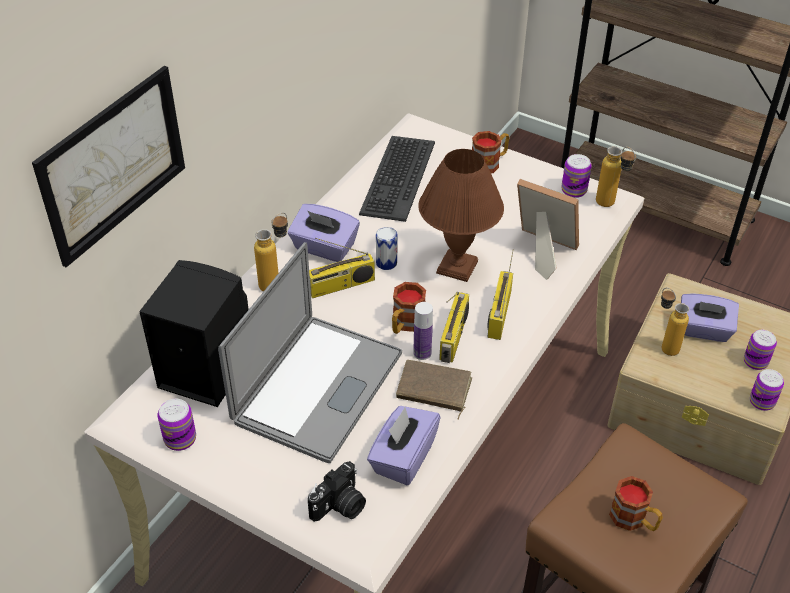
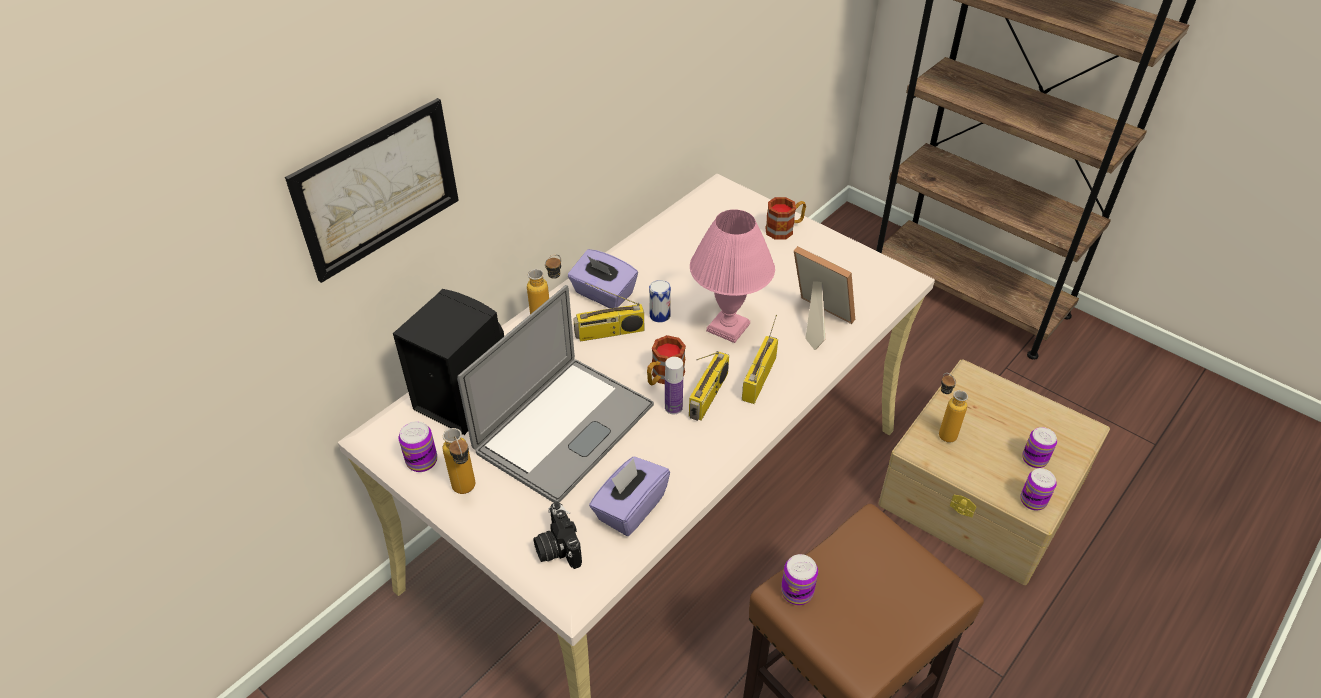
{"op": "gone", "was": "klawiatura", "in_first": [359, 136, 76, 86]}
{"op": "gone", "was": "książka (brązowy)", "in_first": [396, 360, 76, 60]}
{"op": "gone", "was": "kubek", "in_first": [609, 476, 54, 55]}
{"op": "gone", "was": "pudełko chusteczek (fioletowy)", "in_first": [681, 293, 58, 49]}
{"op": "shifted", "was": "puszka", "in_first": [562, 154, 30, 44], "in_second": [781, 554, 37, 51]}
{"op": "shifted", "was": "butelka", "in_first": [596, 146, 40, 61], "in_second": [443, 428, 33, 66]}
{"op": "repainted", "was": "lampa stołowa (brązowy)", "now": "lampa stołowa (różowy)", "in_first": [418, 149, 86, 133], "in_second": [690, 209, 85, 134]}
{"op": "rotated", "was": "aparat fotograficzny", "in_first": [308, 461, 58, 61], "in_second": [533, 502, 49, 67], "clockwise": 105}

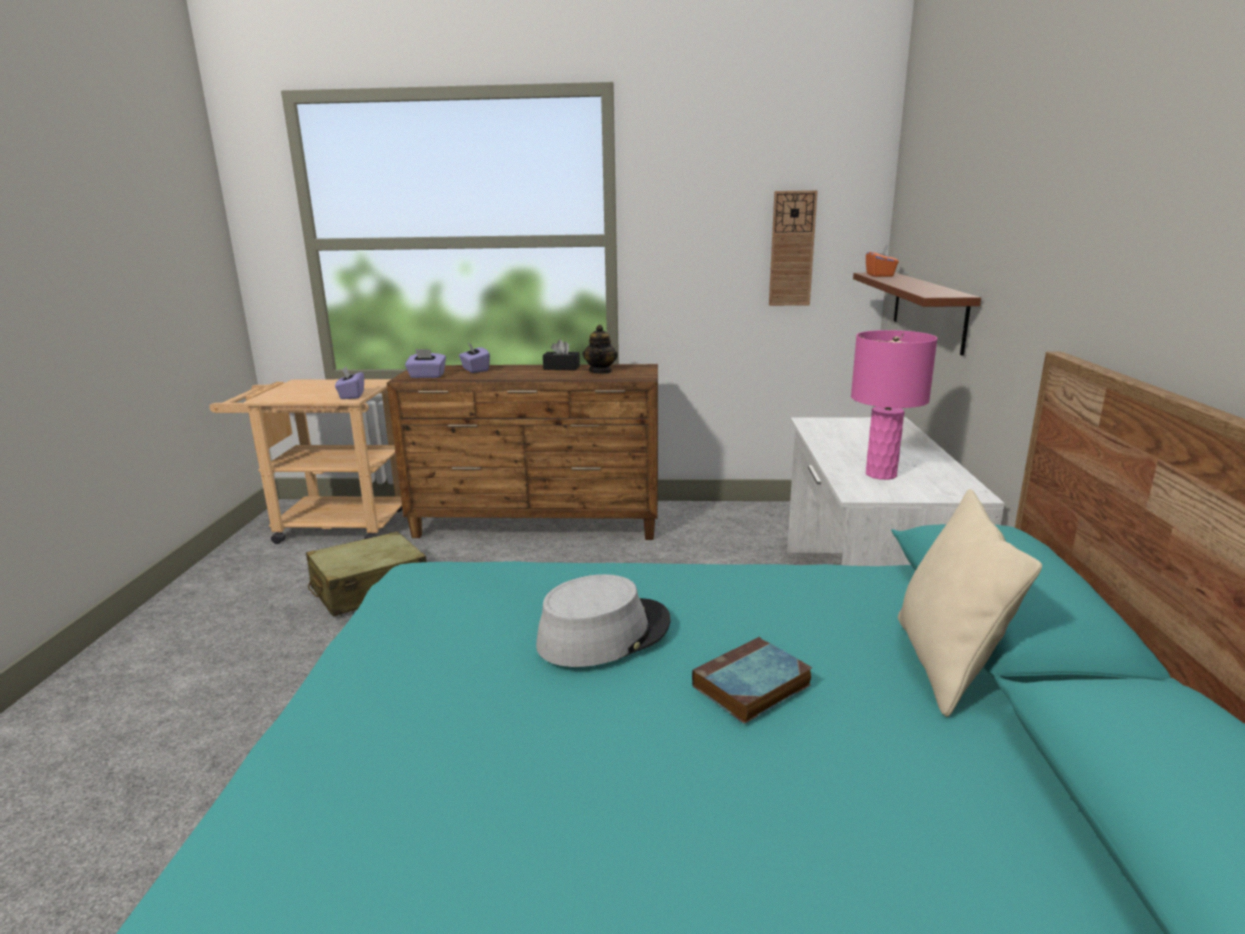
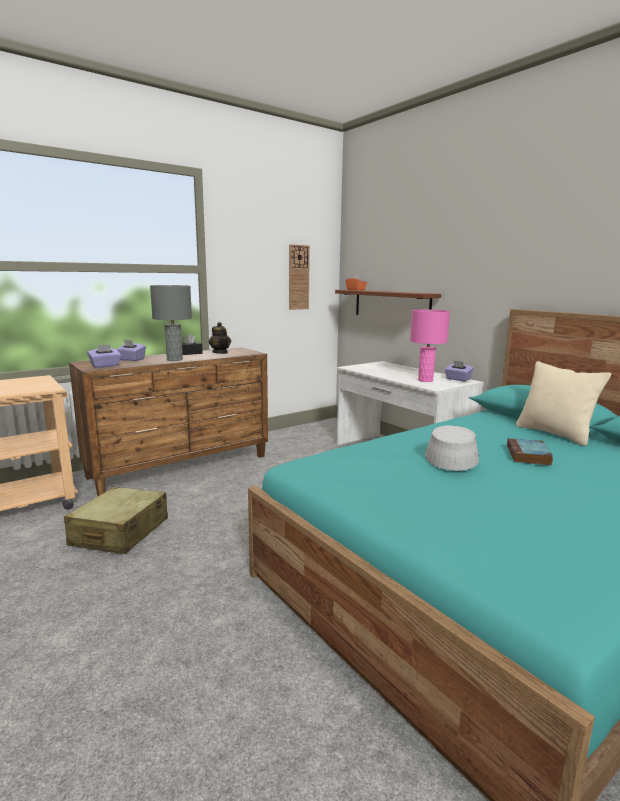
{"op": "new", "now": "lampa stołowa (szary)", "in_second": [150, 285, 42, 76]}
{"op": "shifted", "was": "pudełko chusteczek (fioletowy)", "in_first": [335, 367, 29, 32], "in_second": [445, 361, 29, 20]}

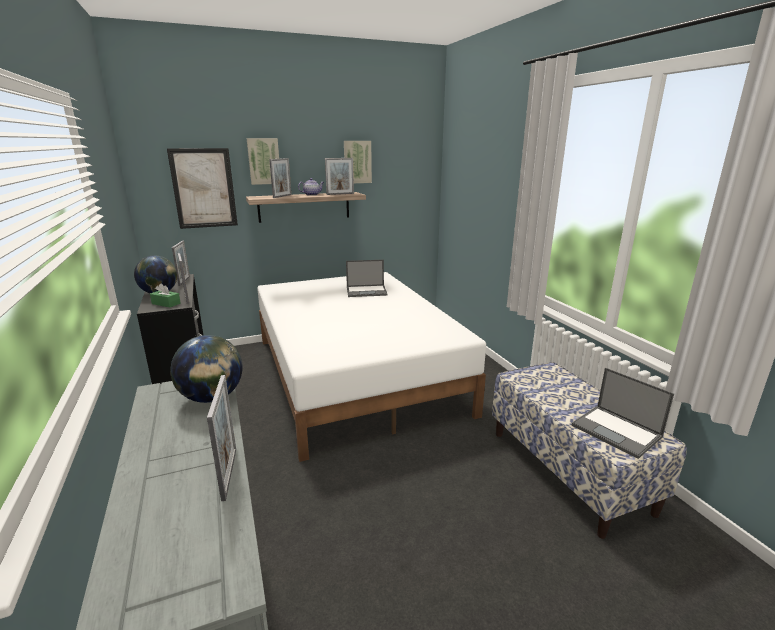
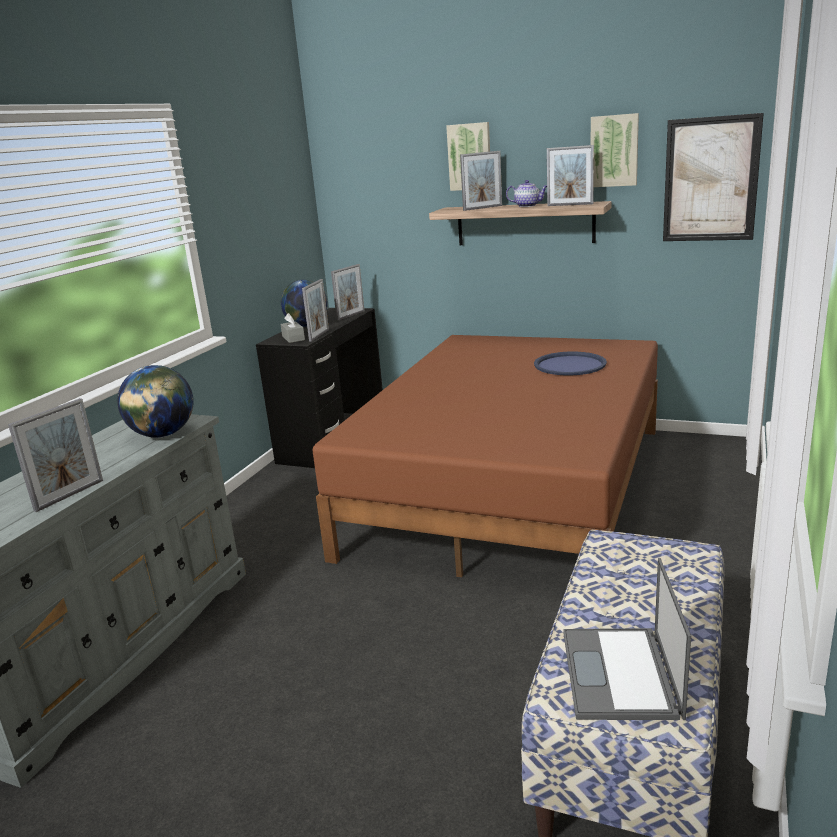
{"op": "shifted", "was": "obraz", "in_first": [167, 148, 71, 81], "in_second": [663, 113, 101, 128]}
{"op": "swapped", "was": "laptop", "now": "taca (niebieski)", "in_first": [346, 260, 41, 37], "in_second": [534, 352, 73, 23]}
{"op": "repainted", "was": "pudełko chusteczek (zielony)", "now": "pudełko chusteczek (szary)", "in_first": [150, 283, 31, 24], "in_second": [280, 313, 25, 30]}
{"op": "repainted", "was": "łóżko (biały)", "now": "łóżko (brązowy)", "in_first": [257, 272, 229, 190], "in_second": [313, 335, 345, 242]}

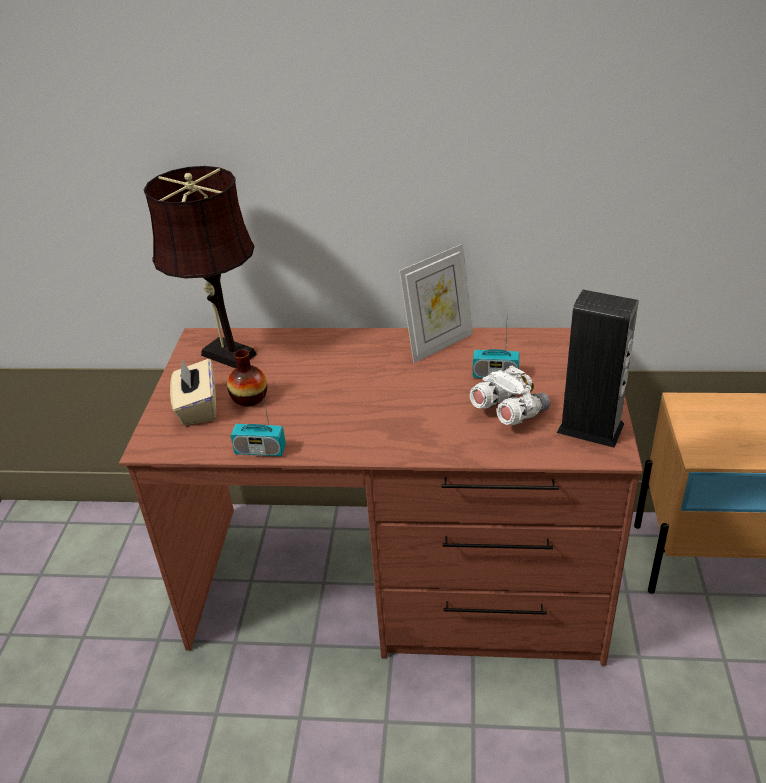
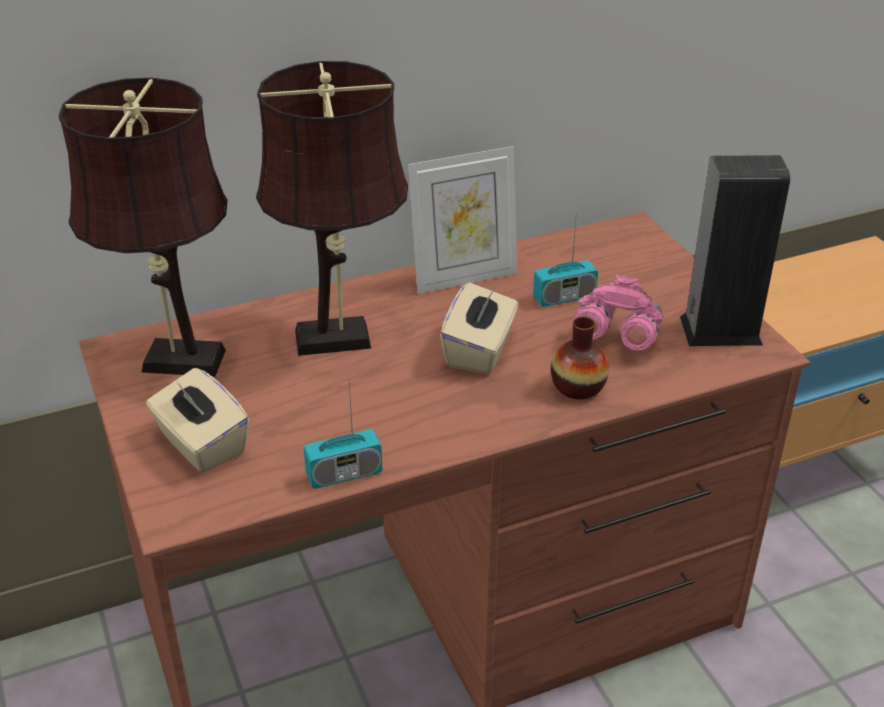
{"op": "new", "now": "lampa stołowa (brązowy)", "in_second": [256, 61, 152, 295]}
{"op": "new", "now": "pudełko chusteczek (beżowy)", "in_second": [440, 282, 78, 92]}
{"op": "shifted", "was": "wazon", "in_first": [227, 349, 40, 57], "in_second": [551, 317, 58, 83]}
{"op": "repainted", "was": "lornetka (biały)", "now": "lornetka (różowy)", "in_first": [470, 366, 80, 59], "in_second": [573, 275, 91, 76]}
{"op": "rotated", "was": "ramka na zdjęcie", "in_first": [399, 244, 74, 119], "in_second": [408, 146, 109, 148], "clockwise": 45}

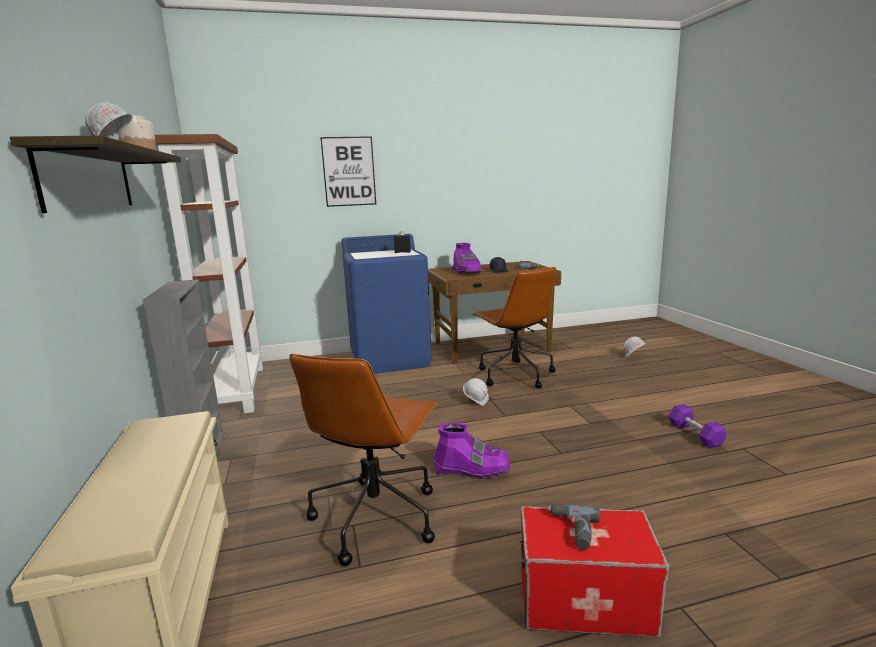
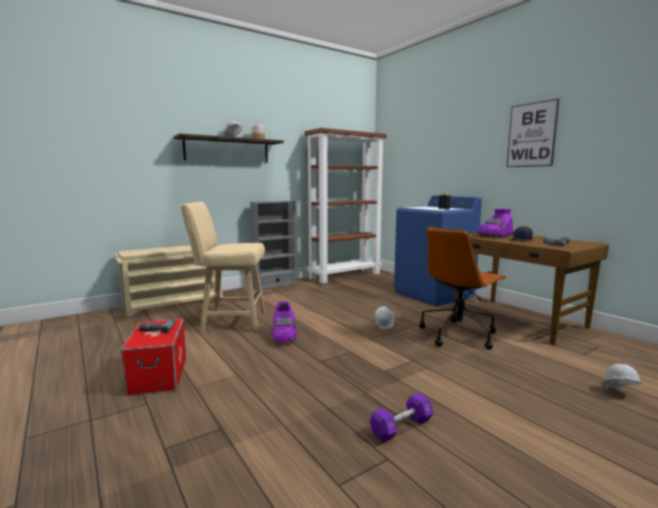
{"op": "shifted", "was": "obraz", "in_first": [320, 136, 56, 71], "in_second": [507, 98, 52, 69]}
{"op": "swapped", "was": "krzesło biurowe (brązowy)", "now": "stołek (beżowy)", "in_first": [290, 354, 148, 212], "in_second": [181, 202, 85, 130]}

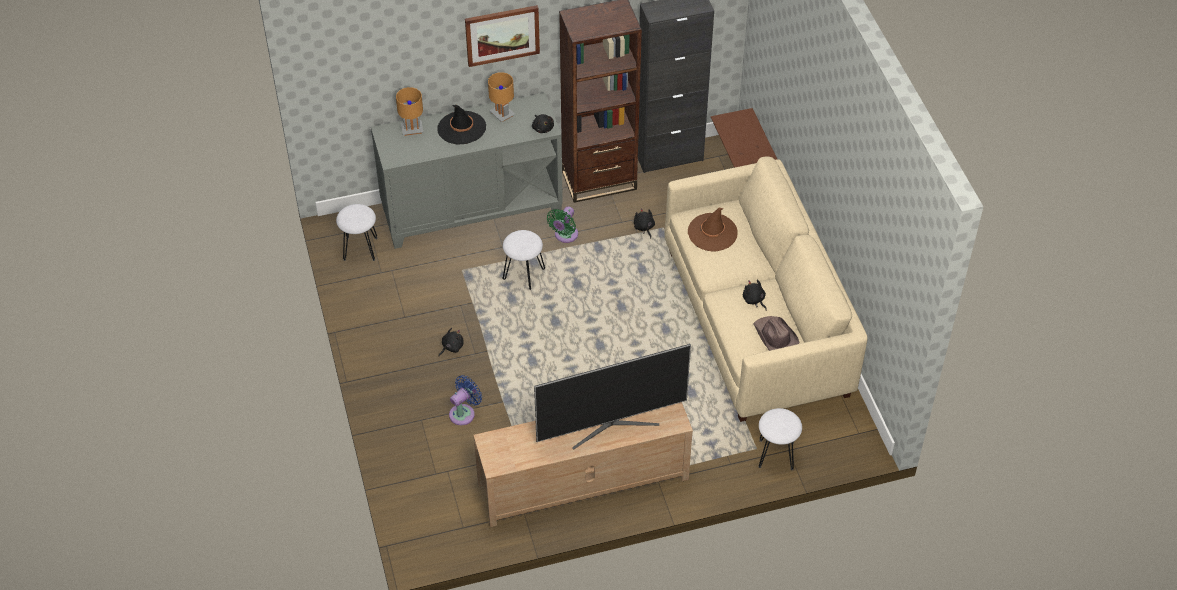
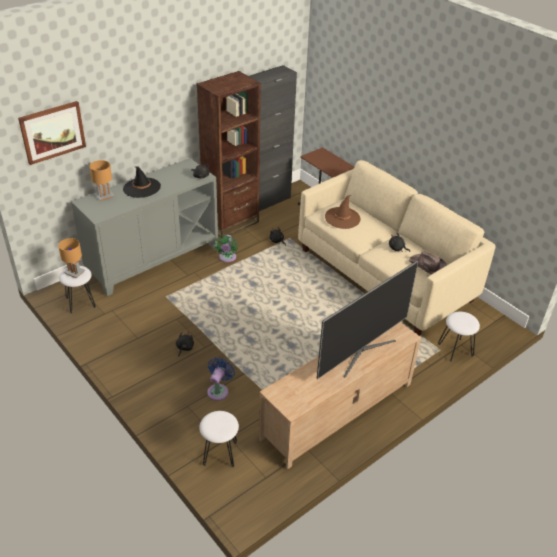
{"op": "shifted", "was": "obraz", "in_first": [465, 5, 75, 62], "in_second": [18, 101, 68, 64]}
{"op": "shifted", "was": "lampa stołowa (brązowy)", "in_first": [488, 72, 27, 50], "in_second": [58, 238, 27, 40]}
{"op": "shifted", "was": "stołek (biały)", "in_first": [503, 230, 42, 60], "in_second": [199, 411, 40, 56]}

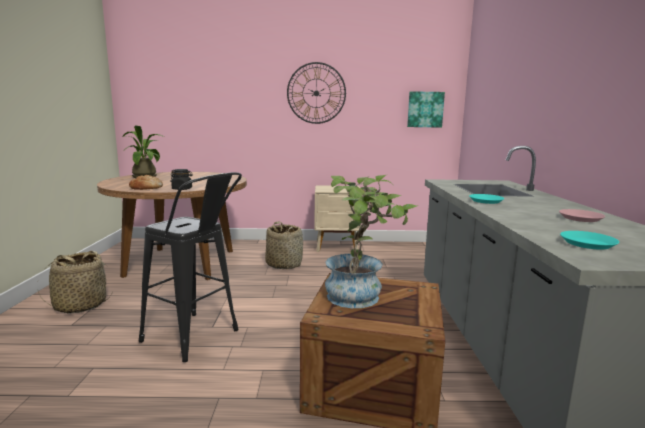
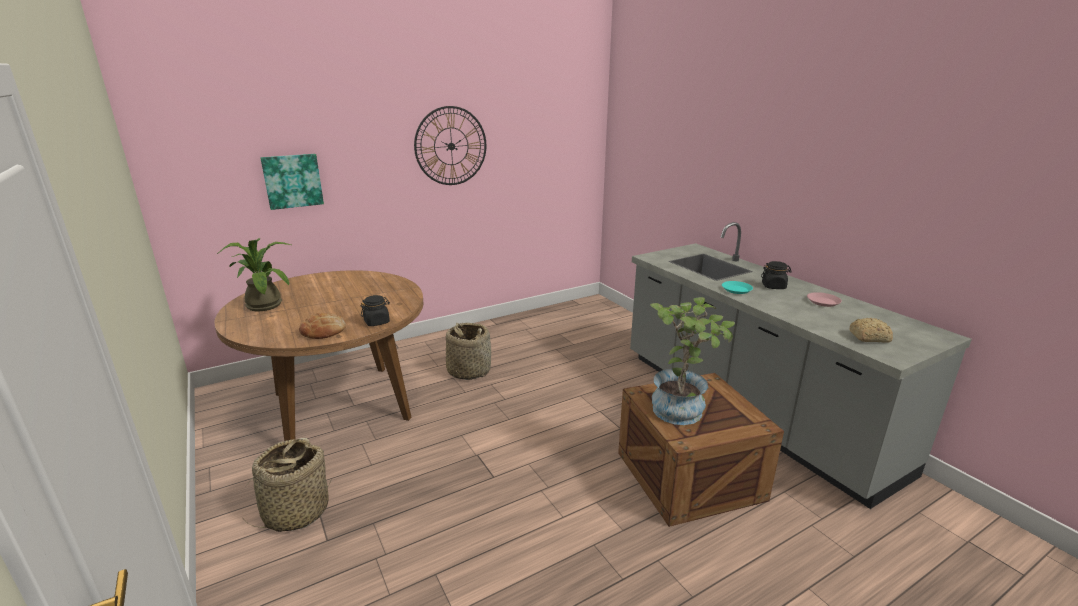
{"op": "gone", "was": "stołek (czarny)", "in_first": [139, 172, 103, 190]}
{"op": "gone", "was": "szafka nocna (beżowy)", "in_first": [314, 185, 48, 67]}
{"op": "new", "now": "słoik (czarny)", "in_second": [761, 261, 31, 28]}
{"op": "shifted", "was": "obraz", "in_first": [407, 91, 38, 37], "in_second": [260, 154, 64, 56]}
{"op": "swapped", "was": "talerz (turkusowy)", "now": "chleb", "in_first": [560, 231, 59, 19], "in_second": [849, 318, 44, 24]}

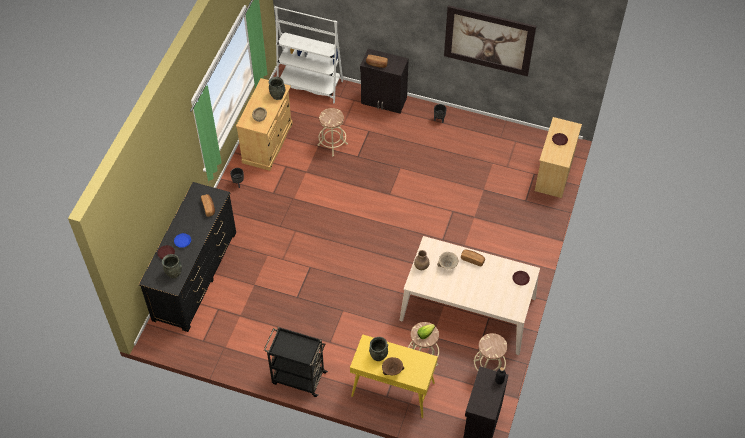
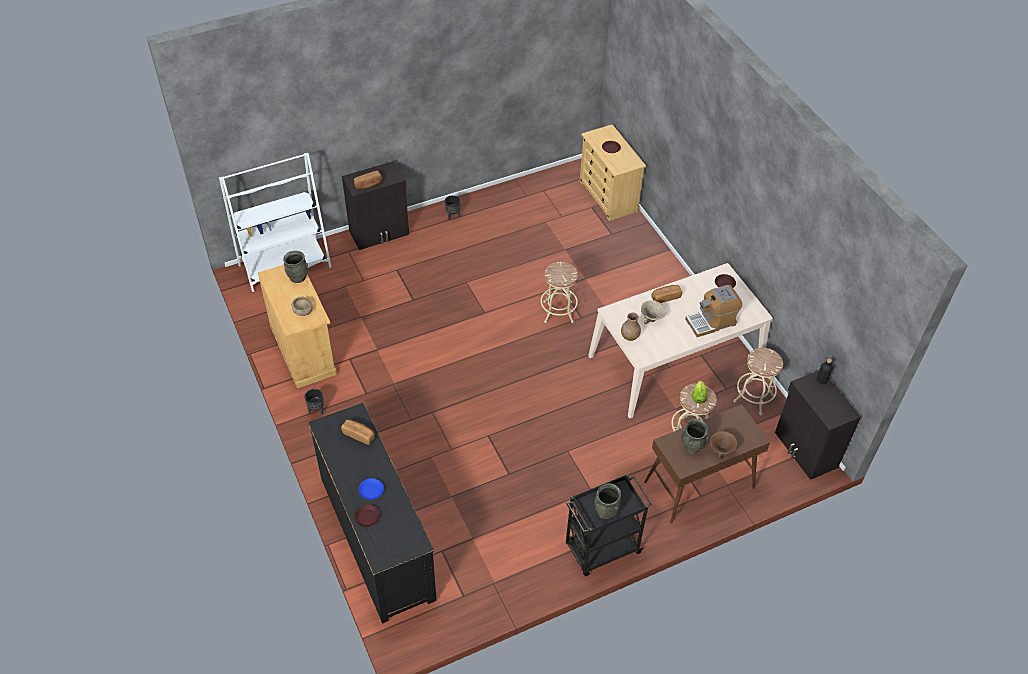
{"op": "gone", "was": "obraz", "in_first": [444, 5, 92, 72]}
{"op": "new", "now": "ekspres do kawy", "in_second": [685, 285, 57, 52]}
{"op": "shifted", "was": "wazon (szary)", "in_first": [162, 254, 20, 24], "in_second": [594, 483, 27, 36]}
{"op": "shifted", "was": "stołek (beżowy)", "in_first": [318, 108, 30, 48], "in_second": [541, 262, 37, 61]}
{"op": "repainted", "was": "stolik konsolowy (żółty)", "now": "stolik konsolowy (brązowy)", "in_first": [350, 334, 88, 84], "in_second": [644, 405, 126, 119]}

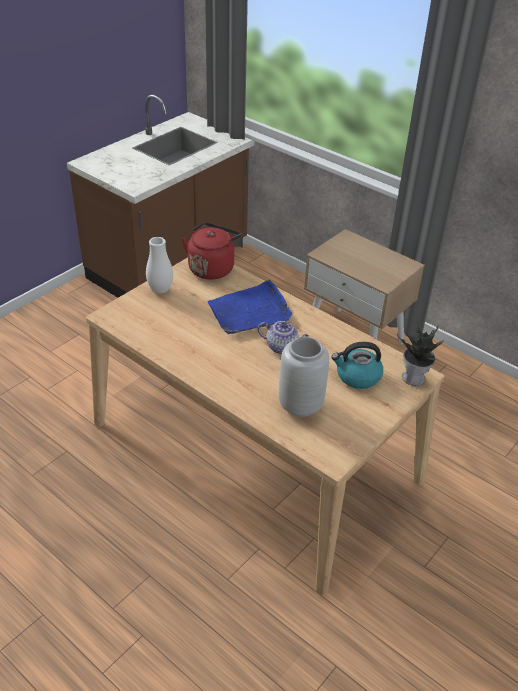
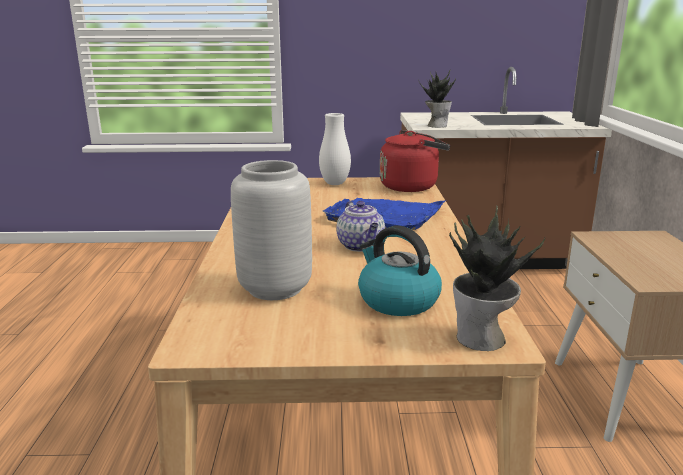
{"op": "new", "now": "roślina doniczkowa", "in_second": [418, 70, 38, 58]}

